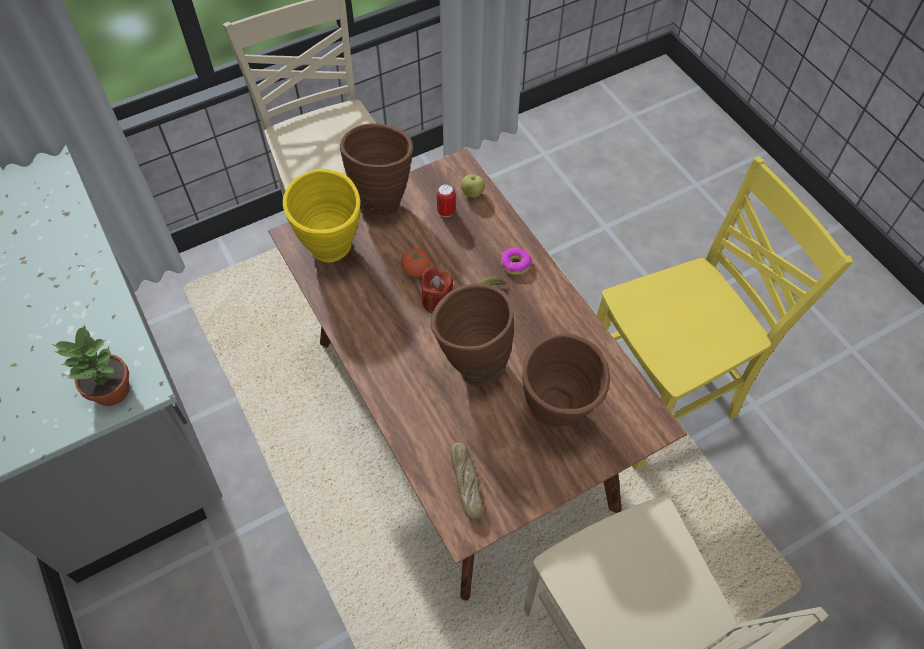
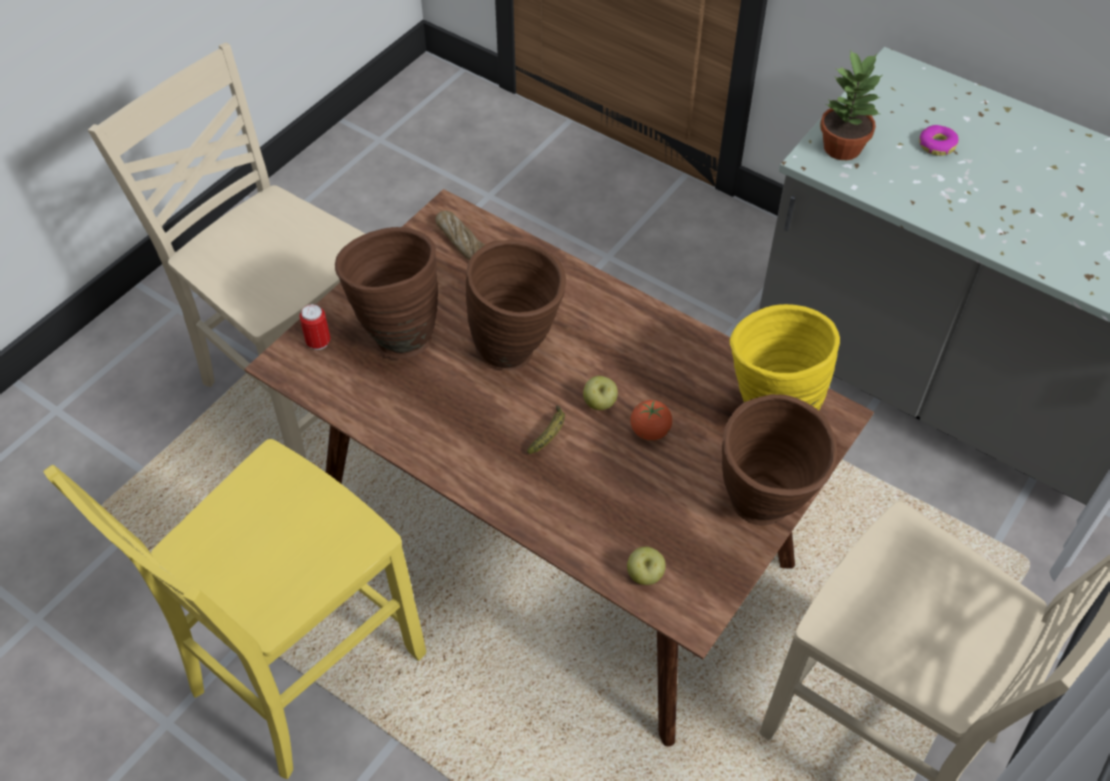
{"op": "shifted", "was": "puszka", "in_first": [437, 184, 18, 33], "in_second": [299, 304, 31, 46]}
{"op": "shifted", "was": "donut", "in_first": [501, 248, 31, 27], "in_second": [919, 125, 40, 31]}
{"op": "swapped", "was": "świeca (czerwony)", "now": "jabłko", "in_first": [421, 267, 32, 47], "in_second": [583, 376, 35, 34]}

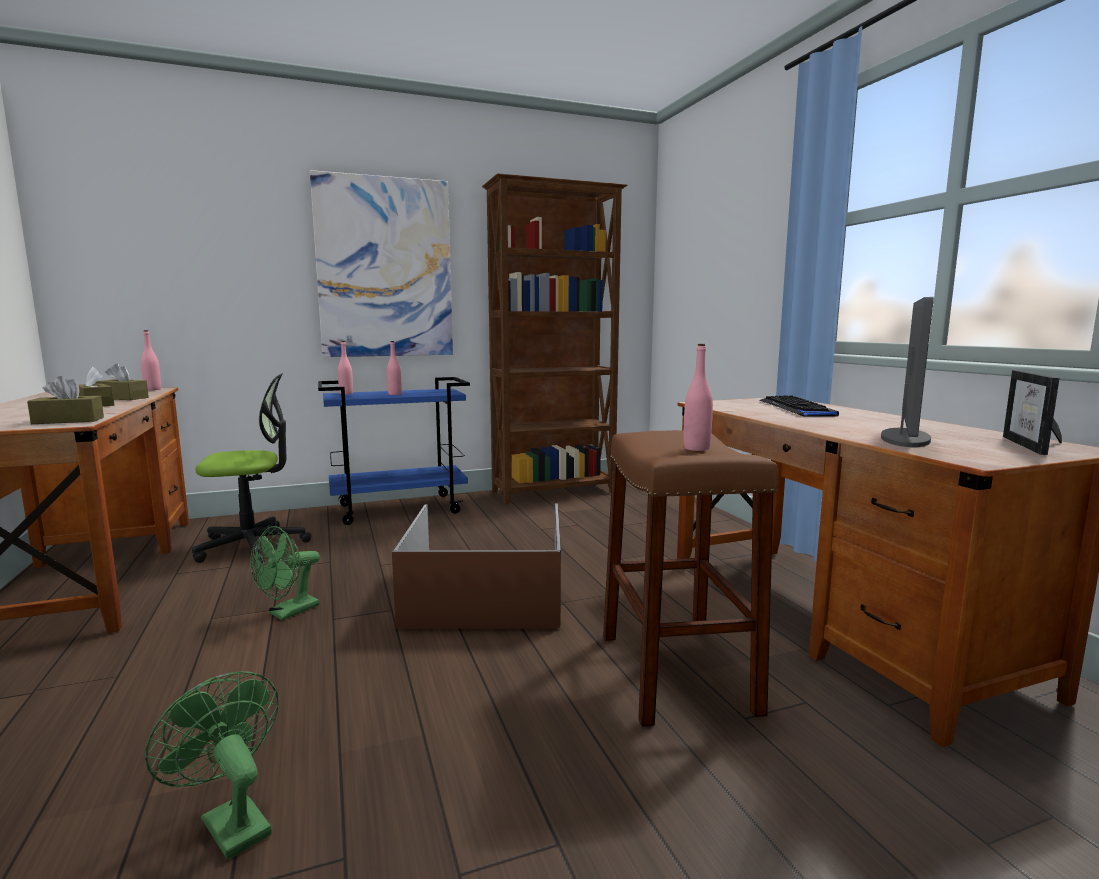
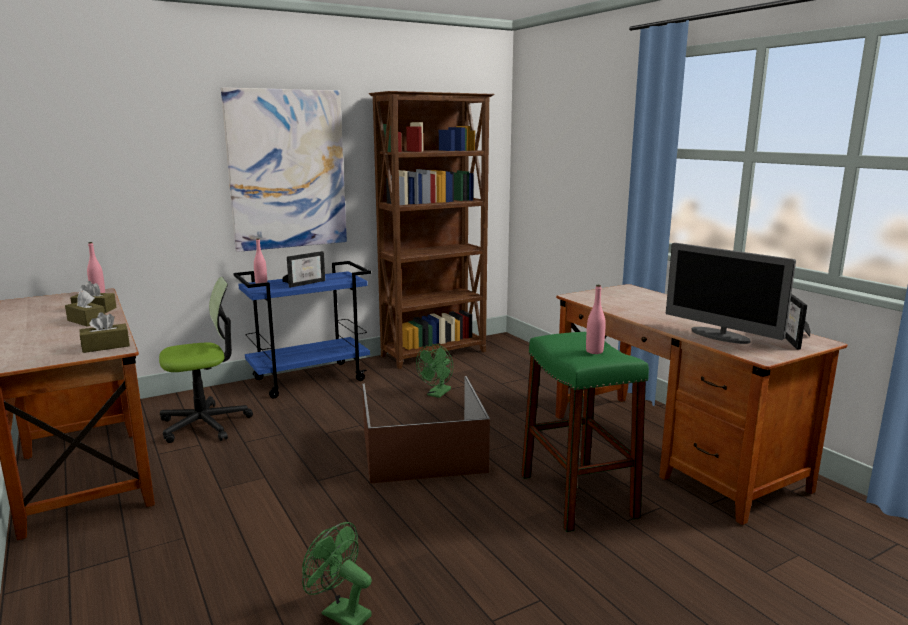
{"op": "gone", "was": "klawiatura", "in_first": [759, 395, 80, 22]}
{"op": "shifted", "was": "wentylator (zielony)", "in_first": [250, 526, 70, 94], "in_second": [416, 344, 37, 54]}
{"op": "swapped", "was": "butelka (różowy)", "now": "ramka na zdjęcie", "in_first": [387, 341, 15, 54], "in_second": [283, 251, 42, 37]}
{"op": "repainted", "was": "stołek (brązowy)", "now": "stołek (zielony)", "in_first": [603, 430, 175, 297], "in_second": [521, 332, 128, 200]}
{"op": "rotated", "was": "monitor", "in_first": [881, 297, 53, 150], "in_second": [666, 243, 130, 101], "clockwise": 120}

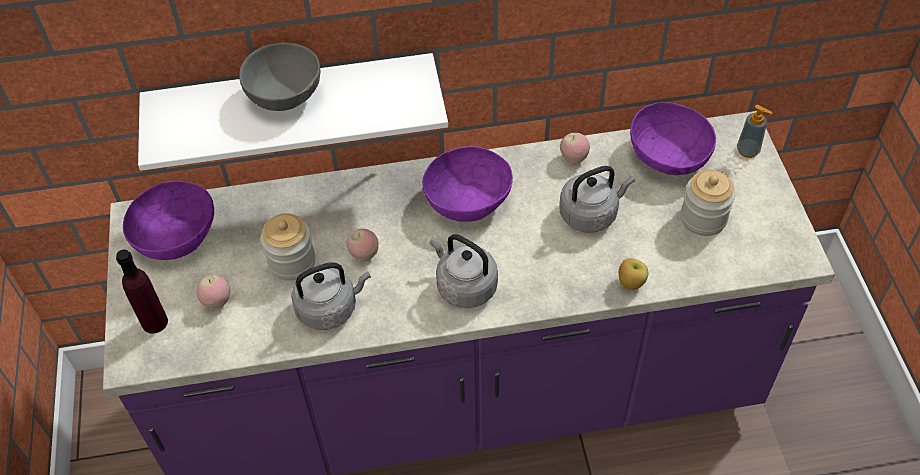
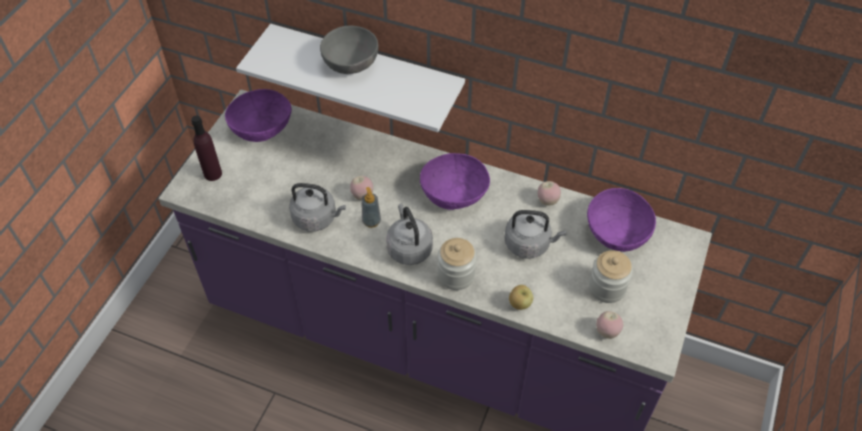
{"op": "shifted", "was": "jabłko", "in_first": [196, 275, 34, 34], "in_second": [596, 311, 27, 28]}
{"op": "shifted", "was": "słoik", "in_first": [261, 213, 54, 67], "in_second": [438, 238, 39, 52]}
{"op": "shifted", "was": "dozownik mydła", "in_first": [737, 104, 35, 54], "in_second": [361, 187, 20, 41]}

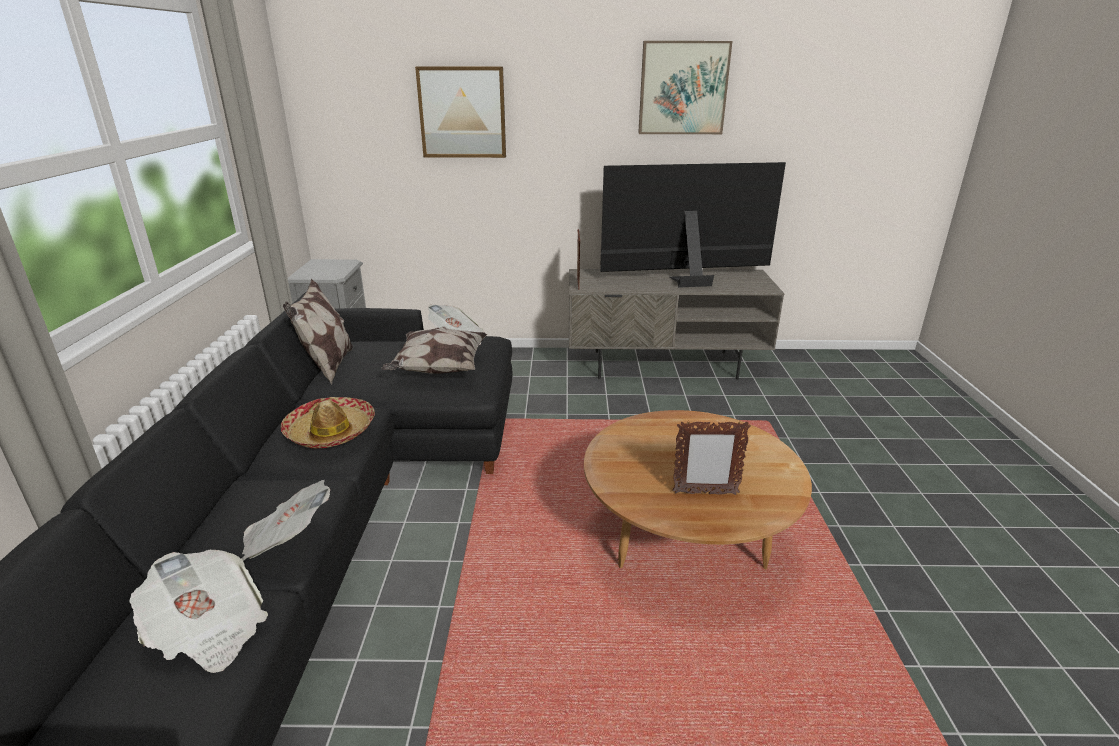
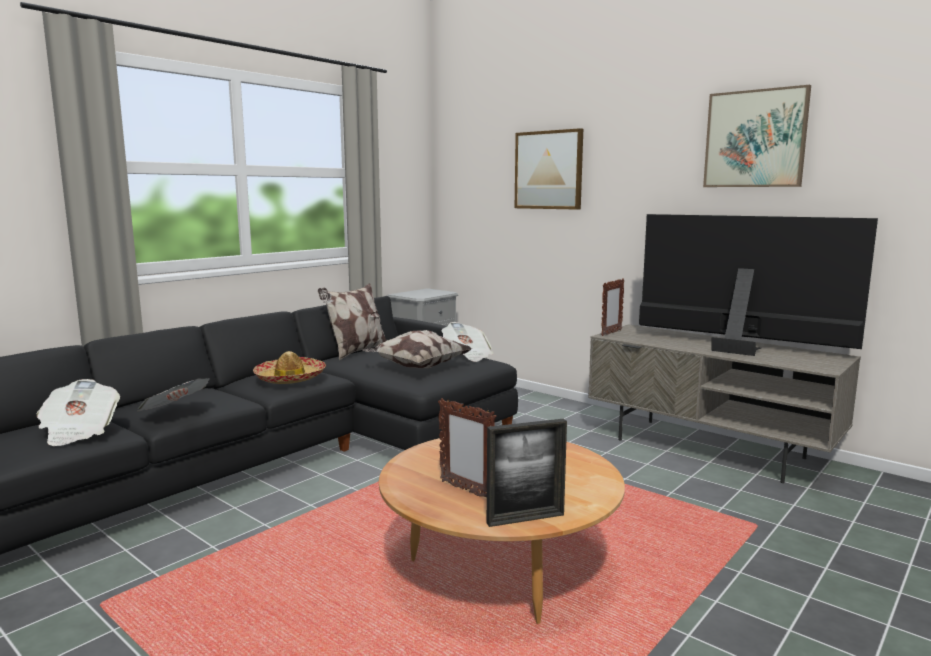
{"op": "new", "now": "ramka na zdjęcie", "in_second": [487, 419, 80, 108]}

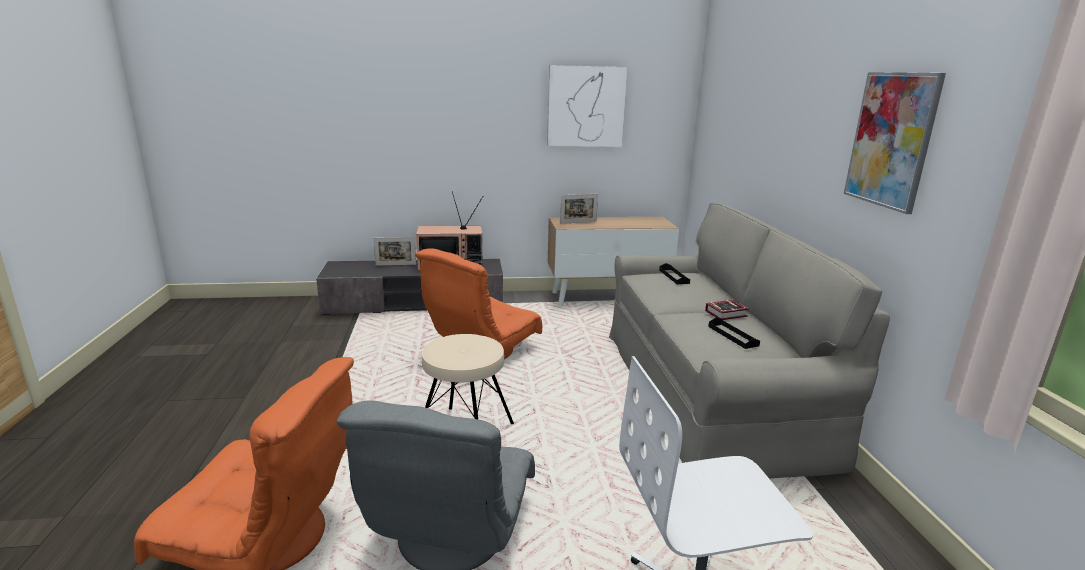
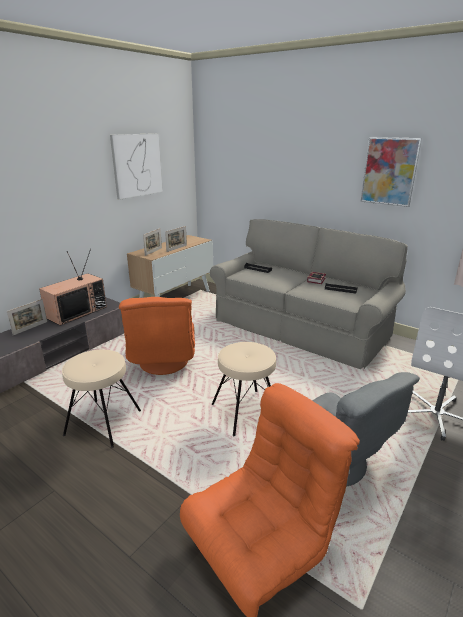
{"op": "new", "now": "stołek (beżowy)", "in_second": [62, 350, 79, 98]}
{"op": "new", "now": "ramka na zdjęcie", "in_second": [165, 226, 22, 26]}

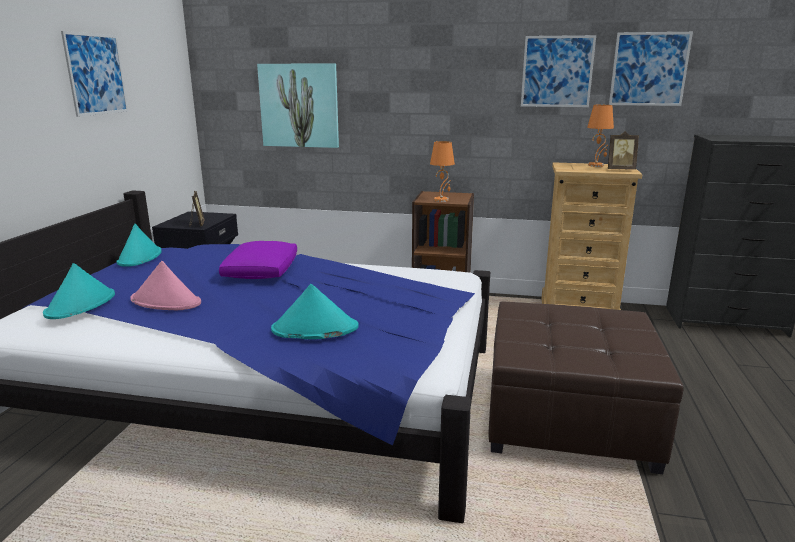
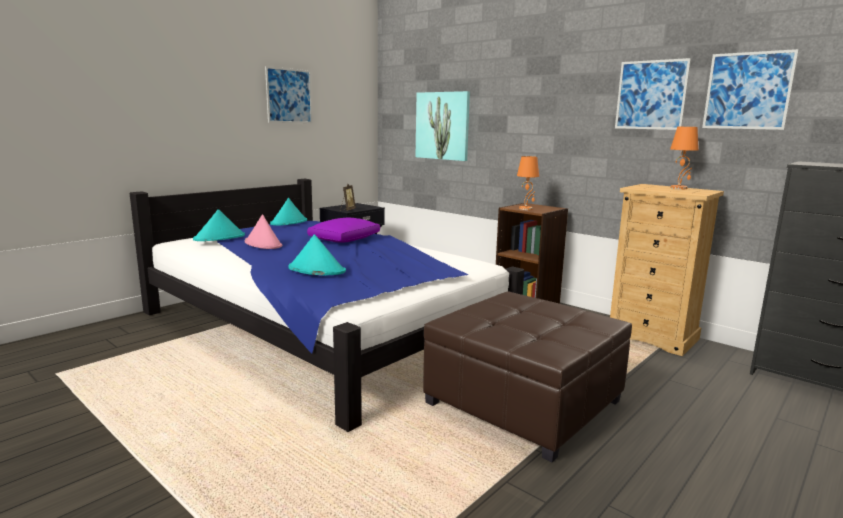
{"op": "gone", "was": "ramka na zdjęcie", "in_first": [608, 131, 31, 39]}

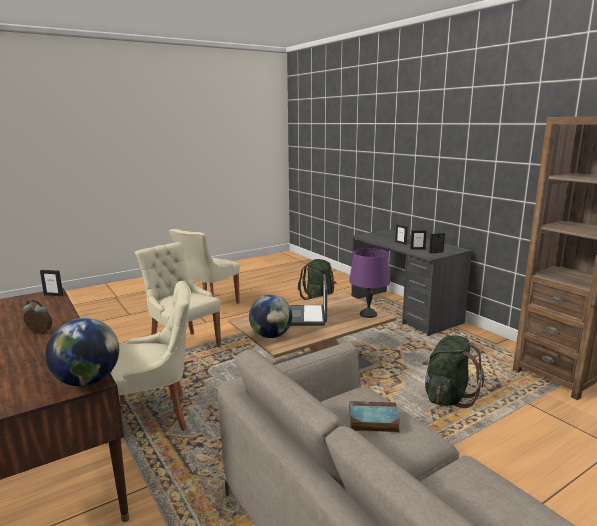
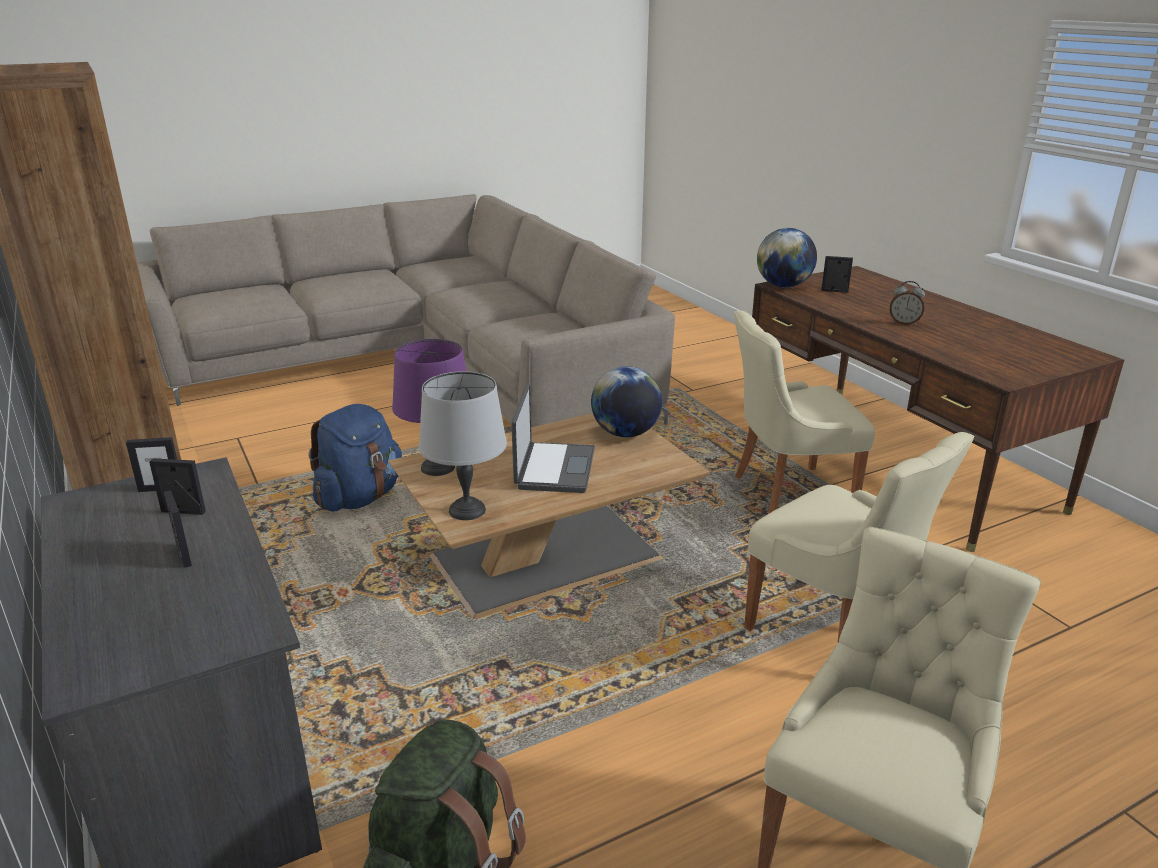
{"op": "gone", "was": "książka", "in_first": [349, 401, 51, 31]}
{"op": "new", "now": "lampa stołowa (szary)", "in_second": [419, 371, 88, 149]}
{"op": "shifted", "was": "ramka na zdjęcie", "in_first": [40, 270, 23, 26], "in_second": [821, 256, 32, 37]}
{"op": "repainted", "was": "plecak (zielony)", "now": "plecak (niebieski)", "in_first": [422, 335, 62, 73], "in_second": [309, 404, 93, 108]}

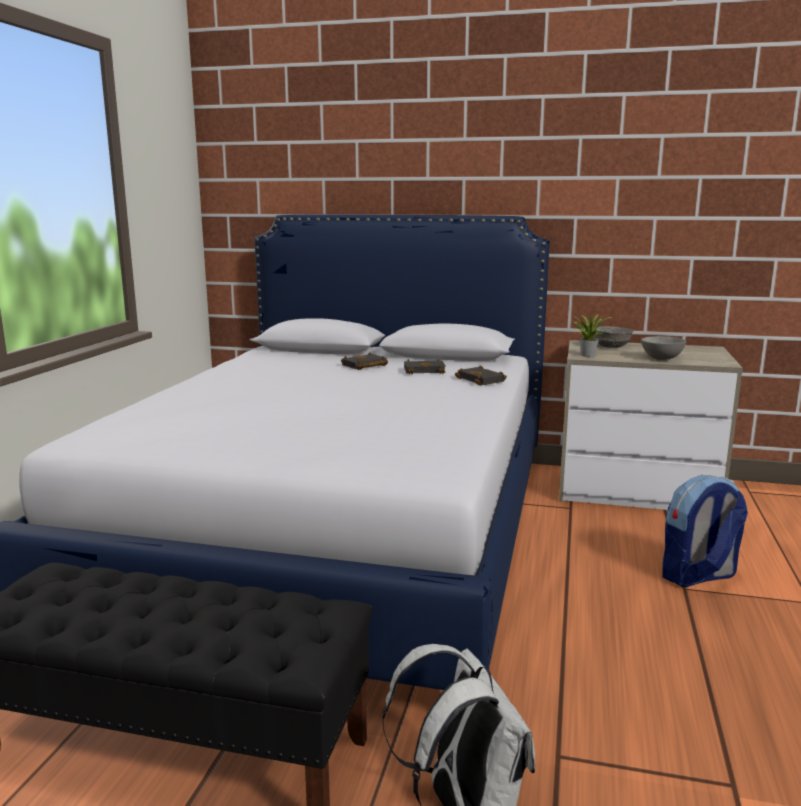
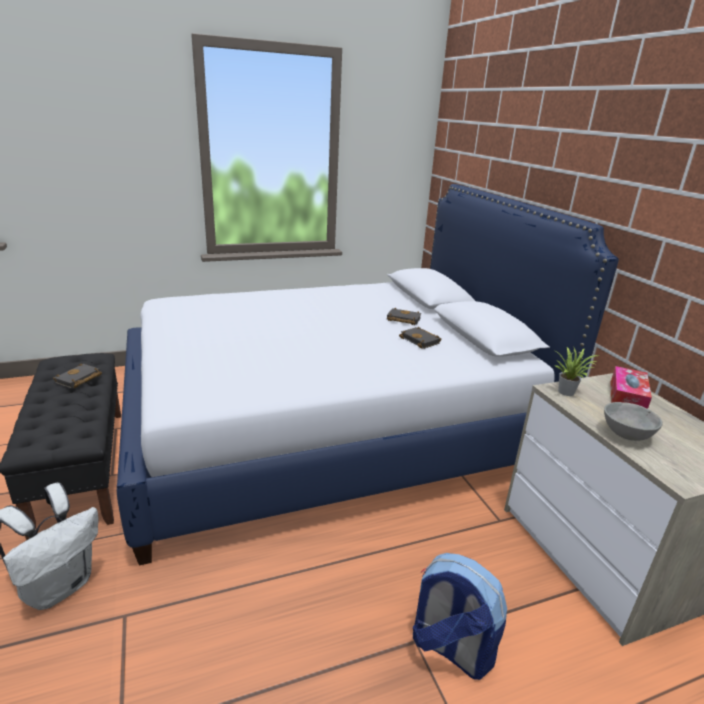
{"op": "shifted", "was": "książka (czarny)", "in_first": [455, 365, 52, 21], "in_second": [53, 364, 49, 24]}
{"op": "swapped", "was": "miska (szary)", "now": "pudełko chusteczek", "in_first": [593, 326, 40, 22], "in_second": [610, 366, 42, 43]}

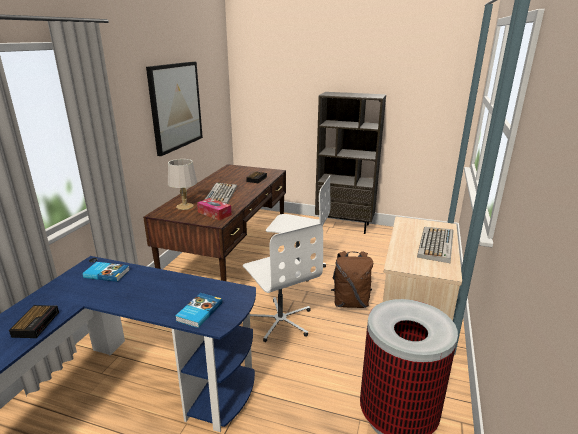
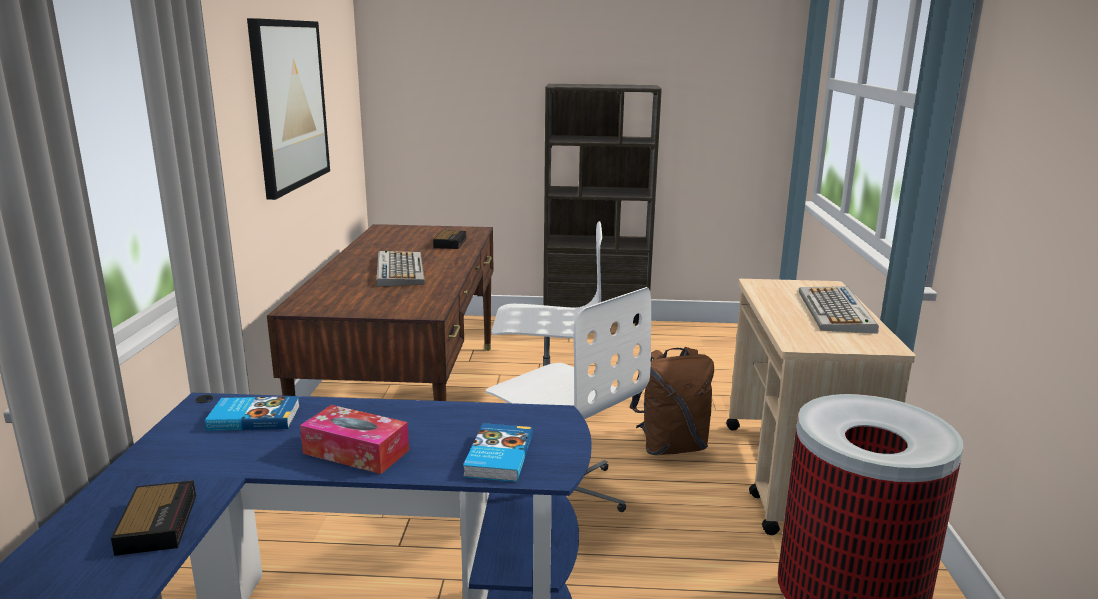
{"op": "gone", "was": "lampa stołowa (szary)", "in_first": [168, 159, 29, 51]}
{"op": "shifted", "was": "pudełko chusteczek", "in_first": [197, 198, 35, 22], "in_second": [300, 405, 109, 69]}

